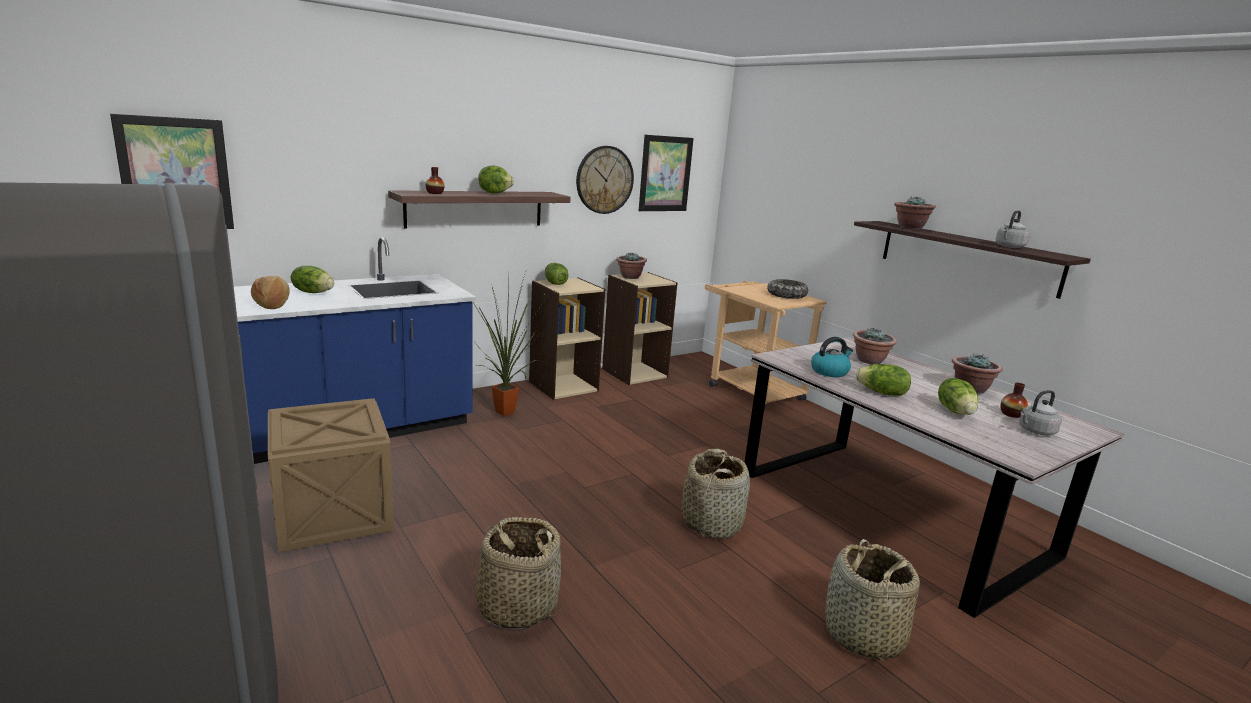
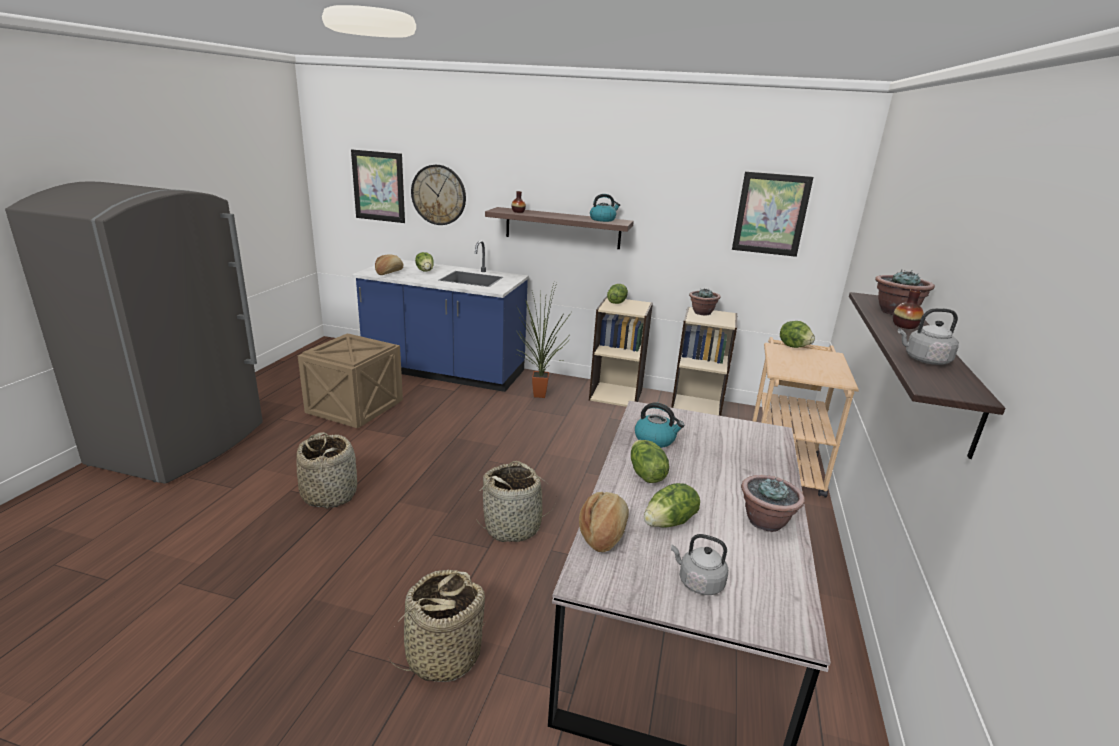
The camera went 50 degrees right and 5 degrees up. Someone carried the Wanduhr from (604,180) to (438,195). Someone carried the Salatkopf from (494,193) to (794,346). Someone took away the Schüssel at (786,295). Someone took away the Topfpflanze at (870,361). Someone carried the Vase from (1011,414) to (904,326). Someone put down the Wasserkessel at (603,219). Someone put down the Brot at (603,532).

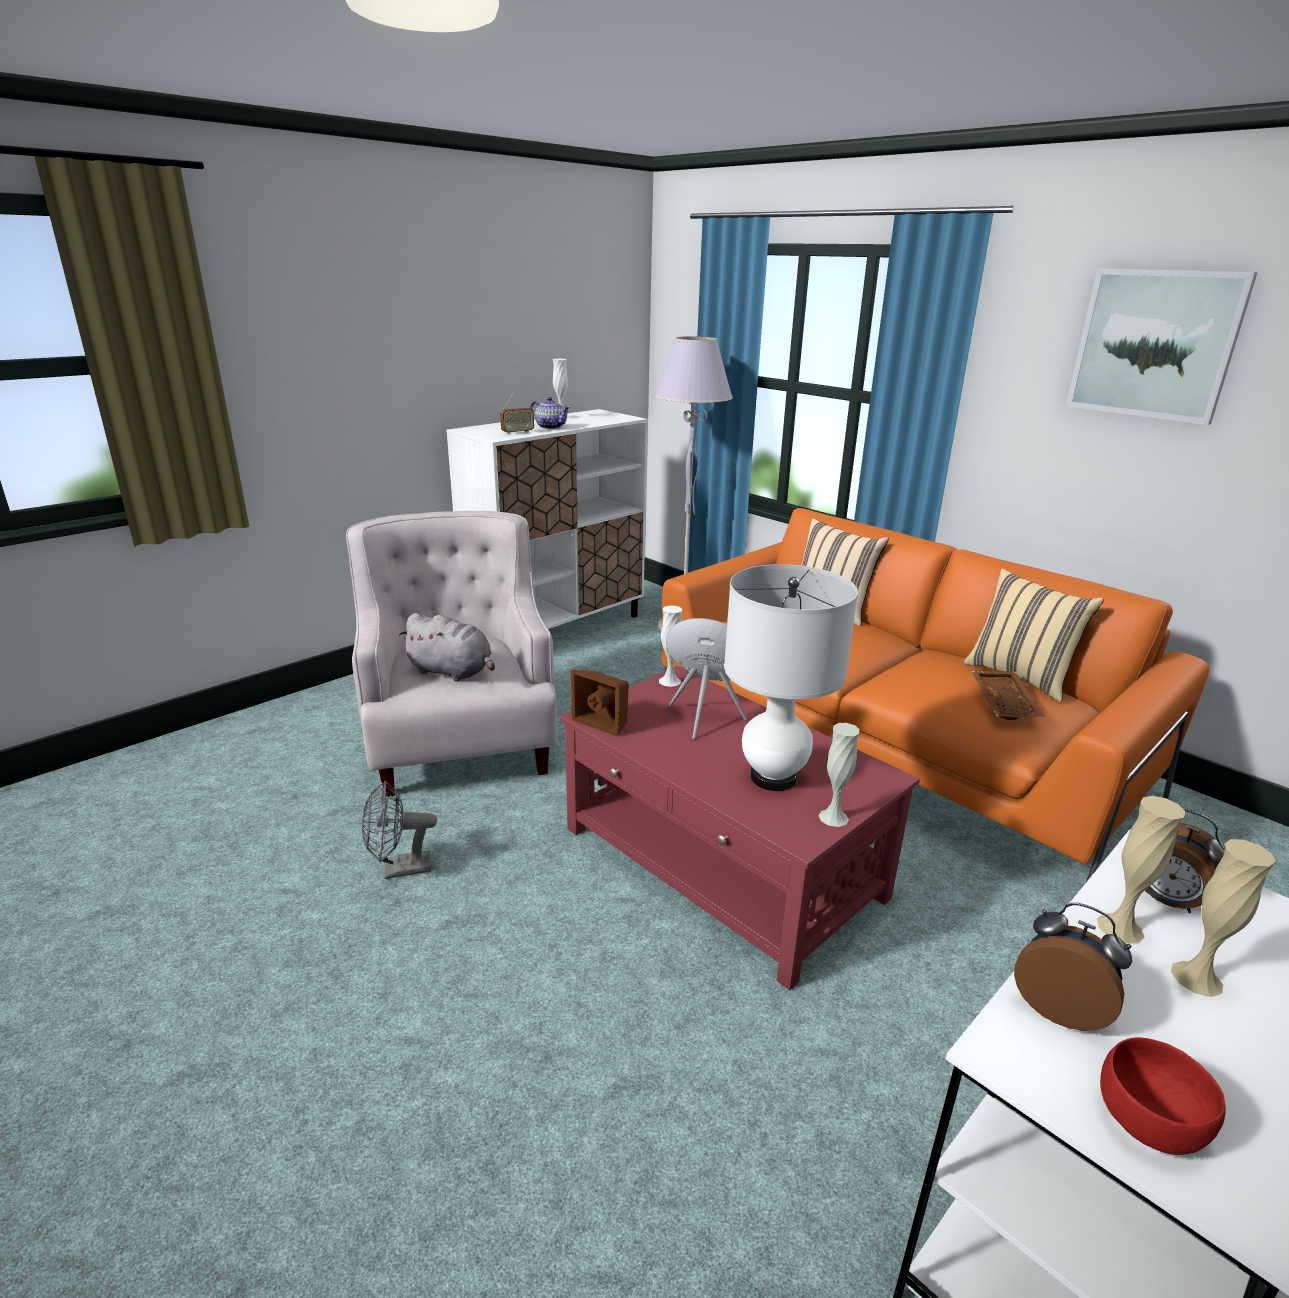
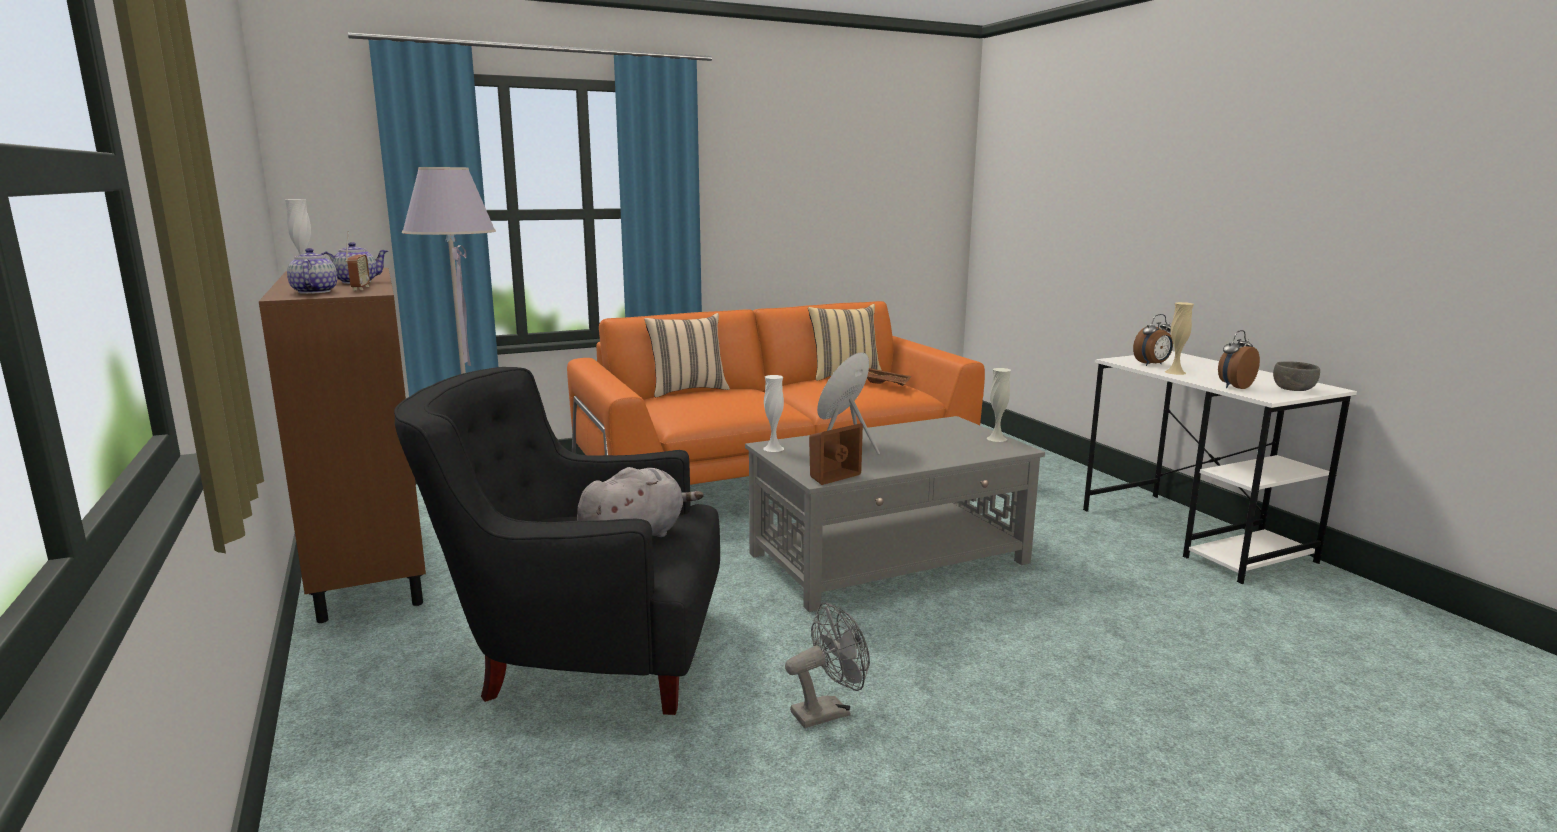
The camera went 70 degrees left and 10 degrees down. Someone took away the Bild at (1155,344). Someone repainted the Schrank (weiß) at (557,628), which became the Schrank (braun) at (371,562). Someone repainted the Sessel (weiß) at (460,737), which became the Sessel (schwarz) at (581,652). Someone took away the Tischlampe (weiß) at (772,778). Someone repainted the Couchtisch (rot) at (721,863), which became the Couchtisch (grau) at (890,558). Someone rotated the Ventilator (grau) at (399,869) by 120 degrees counterclockwise. Someone took away the Vase (beige) at (1196,978). Someone repainted the Schüssel (rot) at (1149,1122), which became the Schüssel (grau) at (1293,389). Someone put down the Teekanne at (314,292).

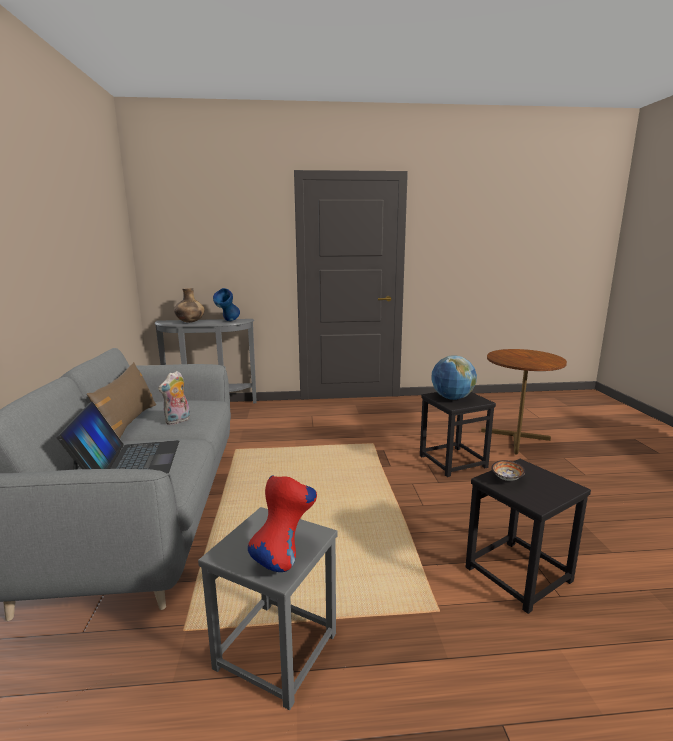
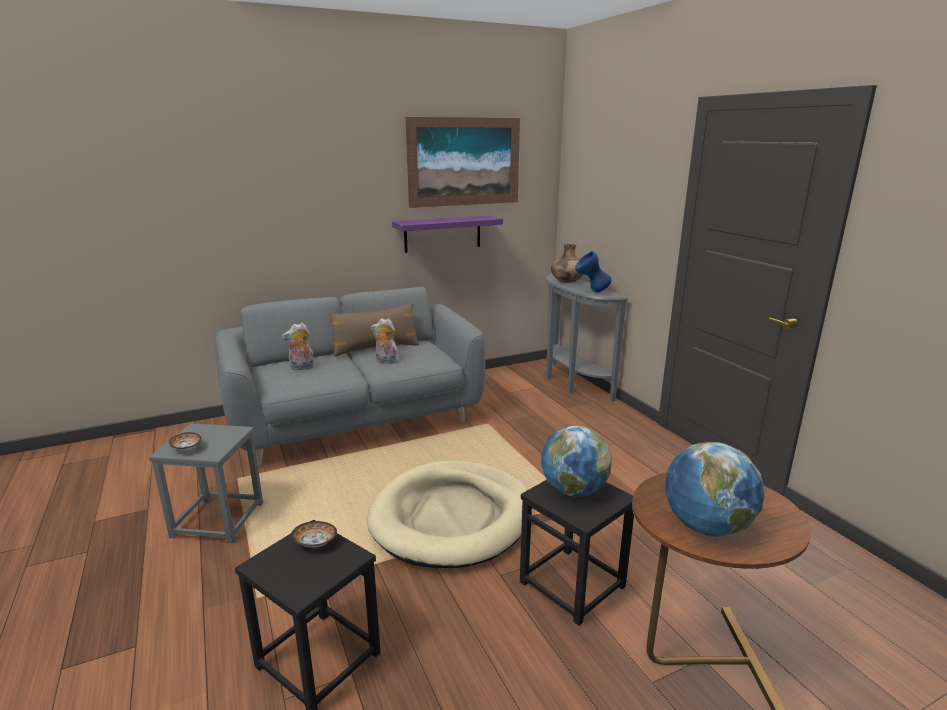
The camera went 70 degrees right and 5 degrees up. Someone swapped the Laptop at (129,463) for the Plüschtier at (301,368). Someone swapped the Vase (rot) at (284,557) for the Schüssel at (187,448). Someone put up the Bild at (464,162). Someone put up the Wandregal (lila) at (442,234). Someone put down the Globus at (706,527). Someone put down the Hundebett (beige) at (452,517).

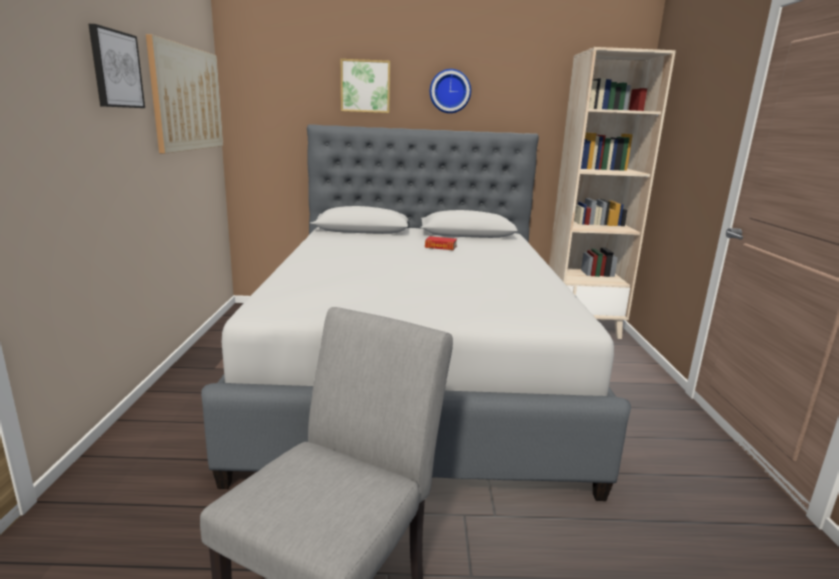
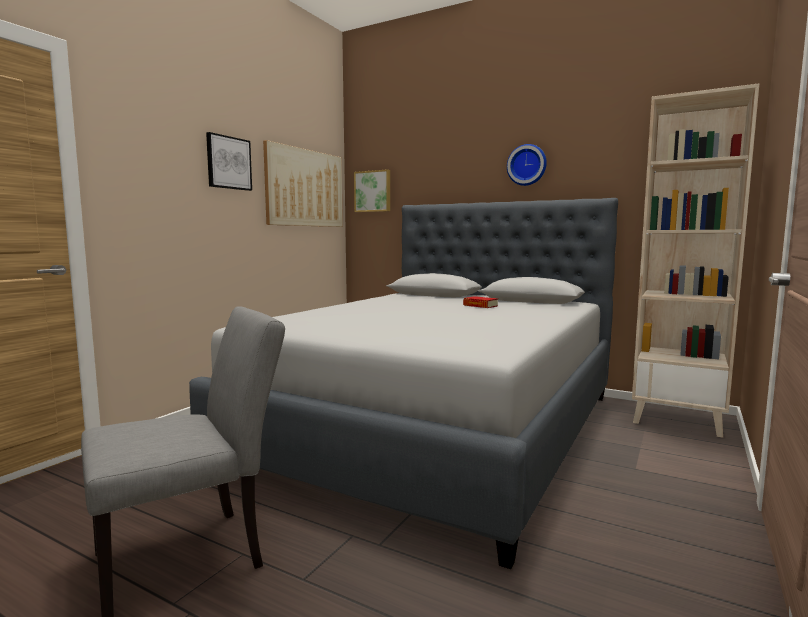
The camera went 30 degrees right and 10 degrees down. Someone carried the Bild from (365,86) to (373,191).

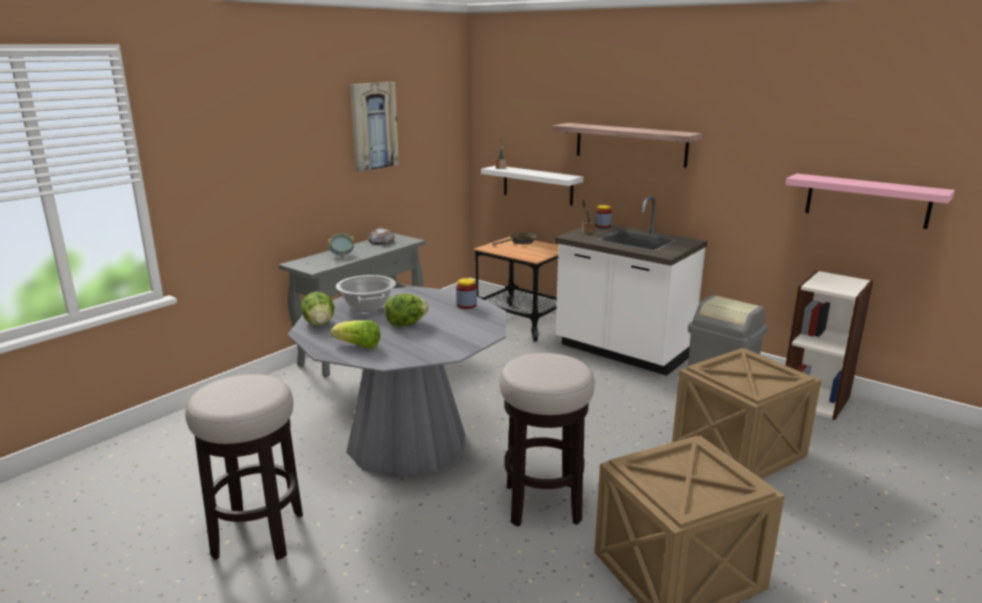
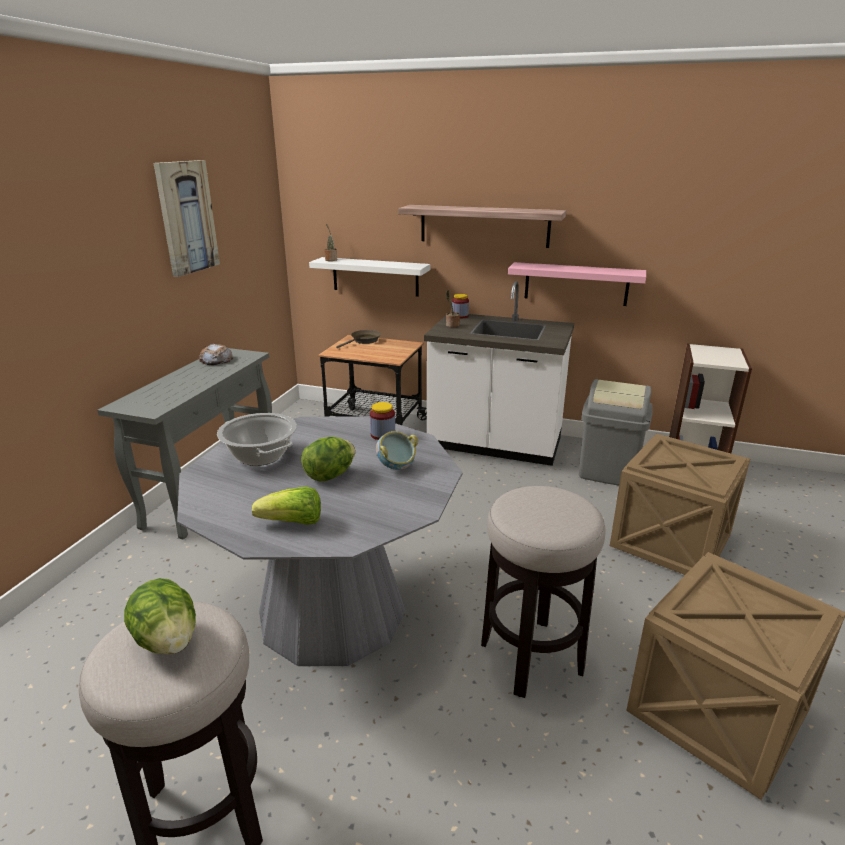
The camera went 20 degrees left and 5 degrees up. Someone carried the Wandregal (rosa) from (867,200) to (576,284). Someone carried the Schüssel from (342,255) to (396,467). Someone carried the Salatkopf from (319,324) to (168,640).

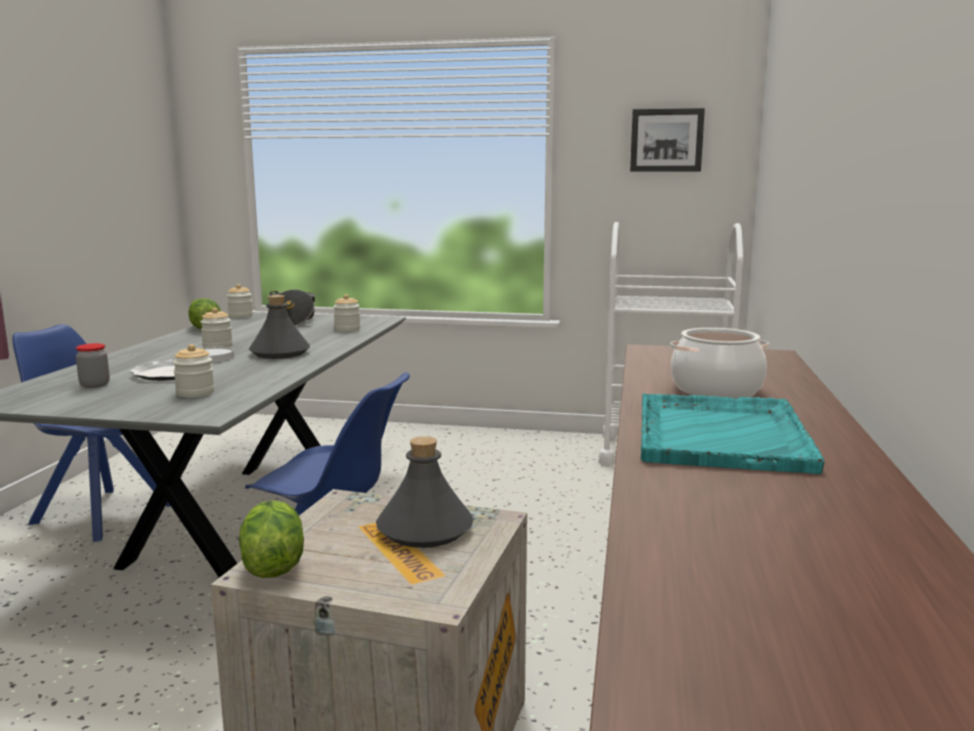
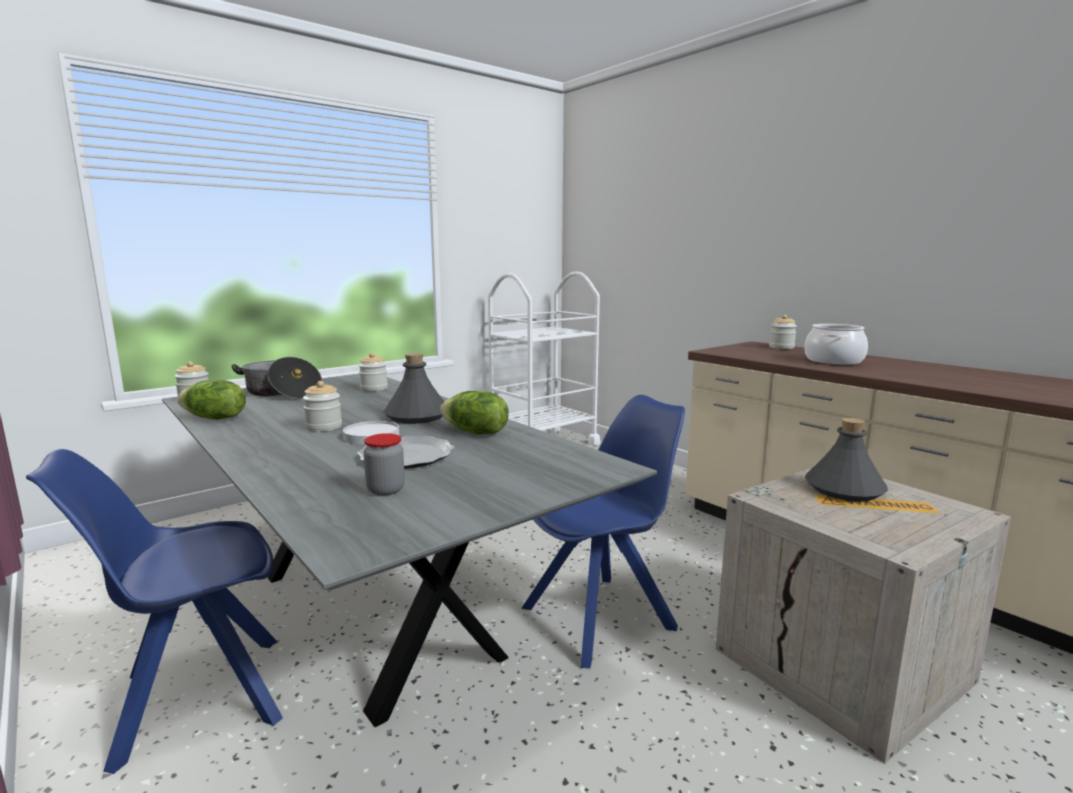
The camera went 50 degrees left and 0 degrees up. Someone took away the Bild at (666,140). Someone carried the Vorratsglas from (195,393) to (781,347). Someone took away the Tablett (türkis) at (720,435). Someone carried the Salatkopf from (272,565) to (475,432).

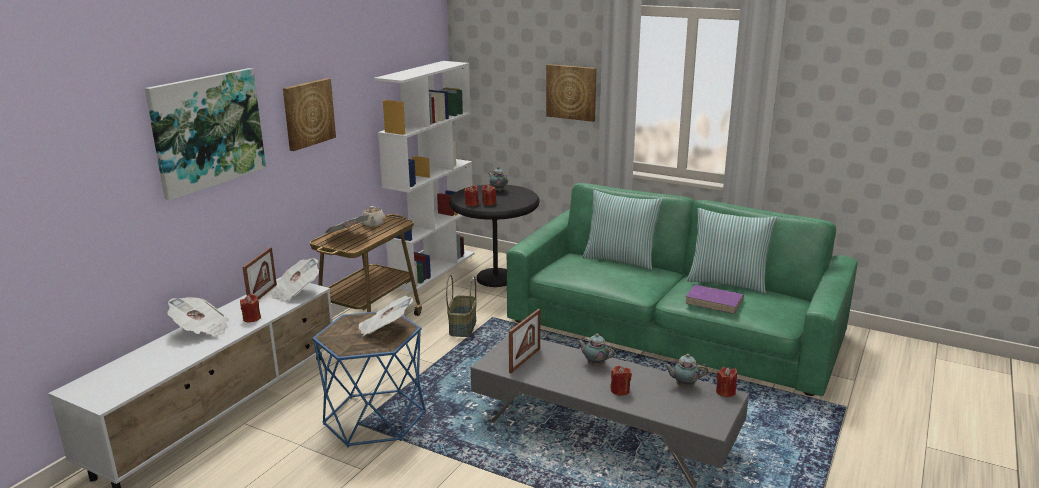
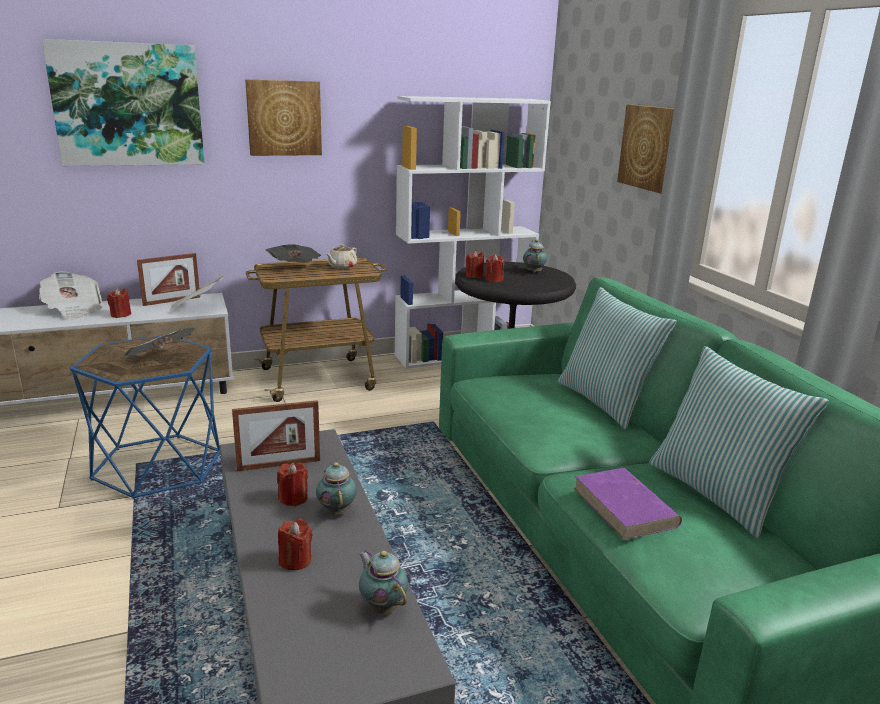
The camera went 40 degrees right and 0 degrees up. Someone took away the Korb at (462,327). Someone carried the Kerze (rot) from (725,392) to (293,498).

